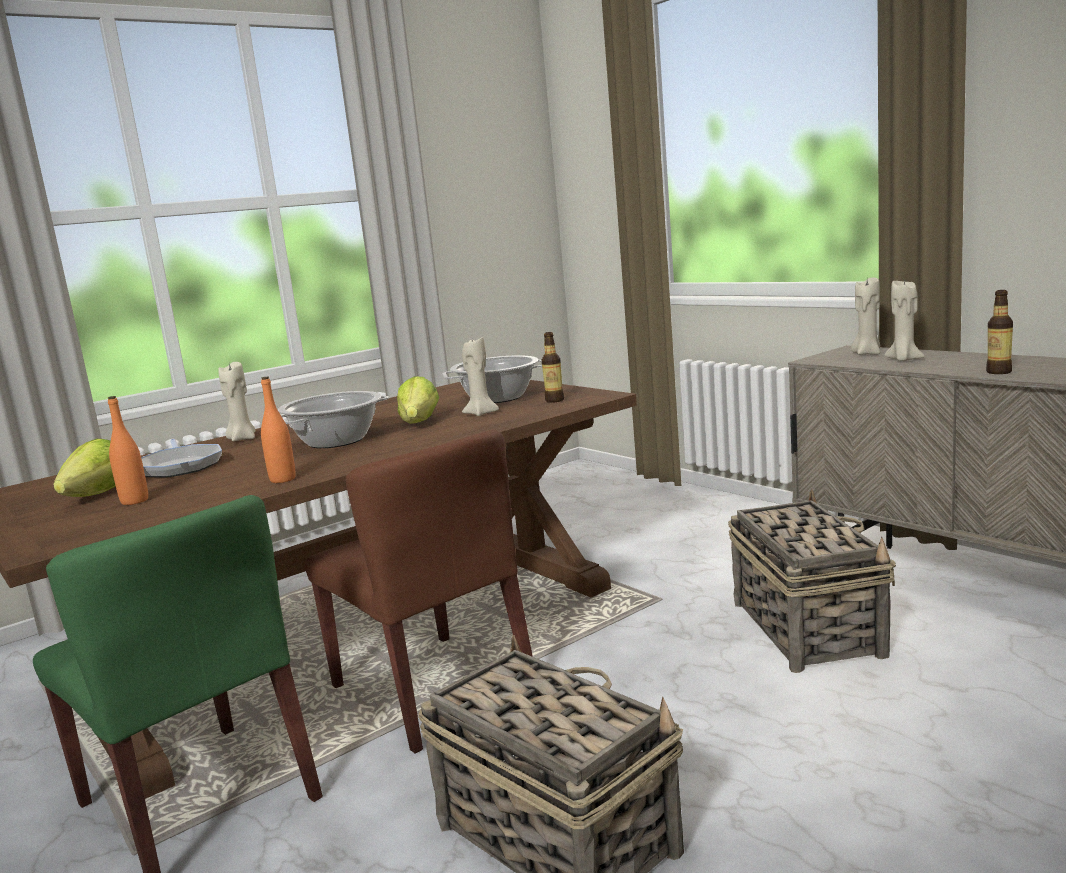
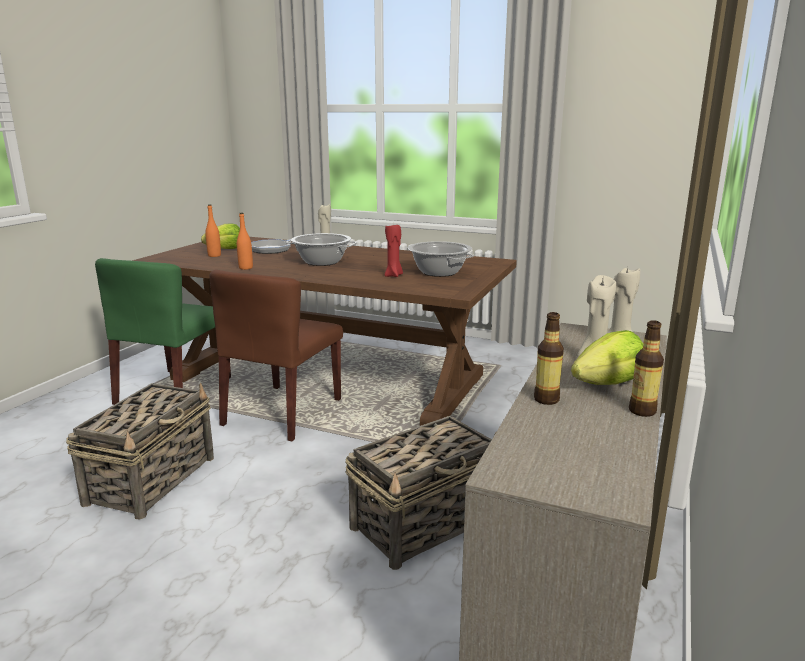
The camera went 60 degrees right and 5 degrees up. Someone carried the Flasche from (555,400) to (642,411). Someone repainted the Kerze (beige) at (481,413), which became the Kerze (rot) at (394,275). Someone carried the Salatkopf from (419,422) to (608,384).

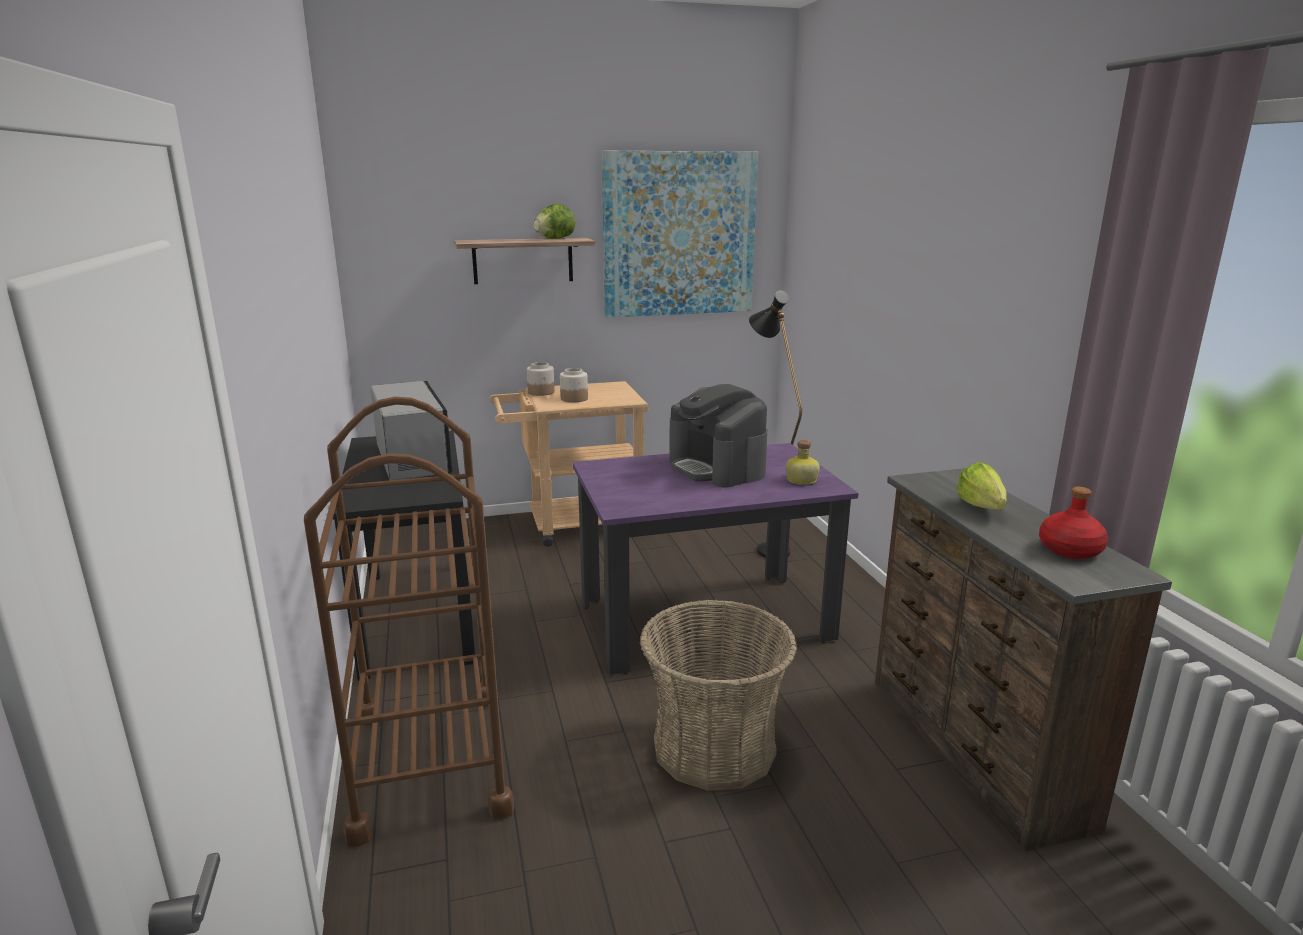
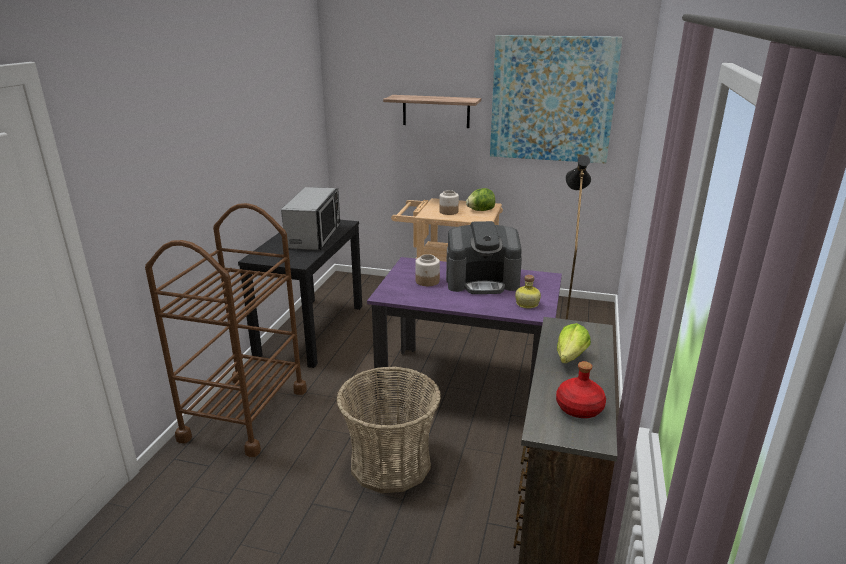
The camera went 30 degrees right and 5 degrees up. Someone carried the Salatkopf from (554,239) to (480,210). Someone carried the Vorratsglas from (541,392) to (427,281). Someone rotated the Kaffeemaschine at (717,468) by 90 degrees counterclockwise.

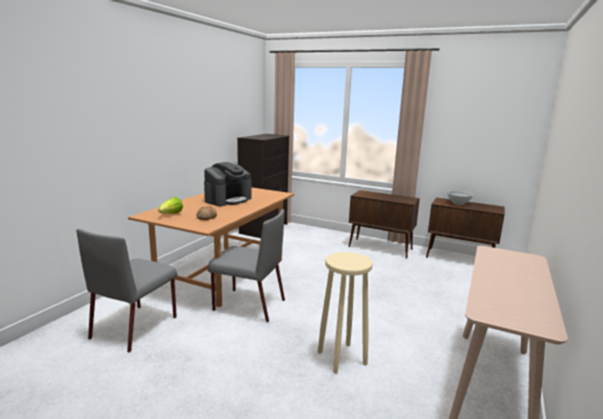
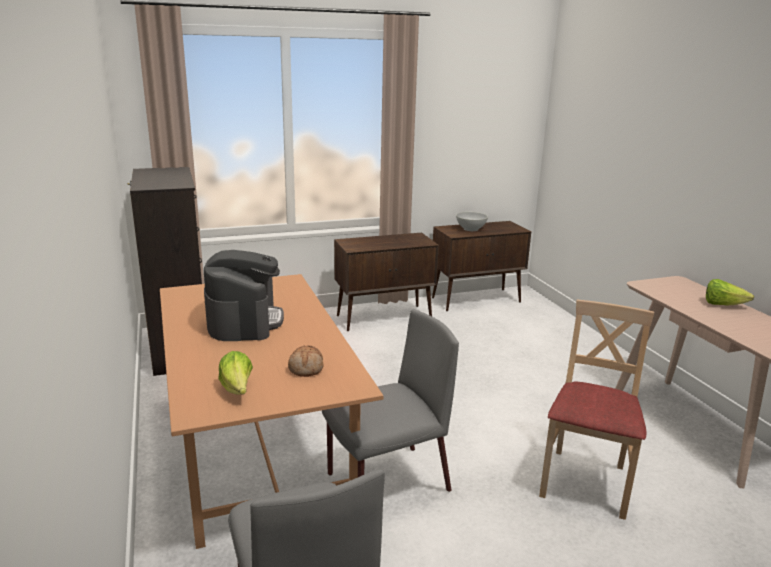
The camera went 45 degrees left and 5 degrees up. Someone swapped the Hocker (beige) at (342,358) for the Stuhl (beige) at (585,482). Someone put down the Salatkopf at (722,305).

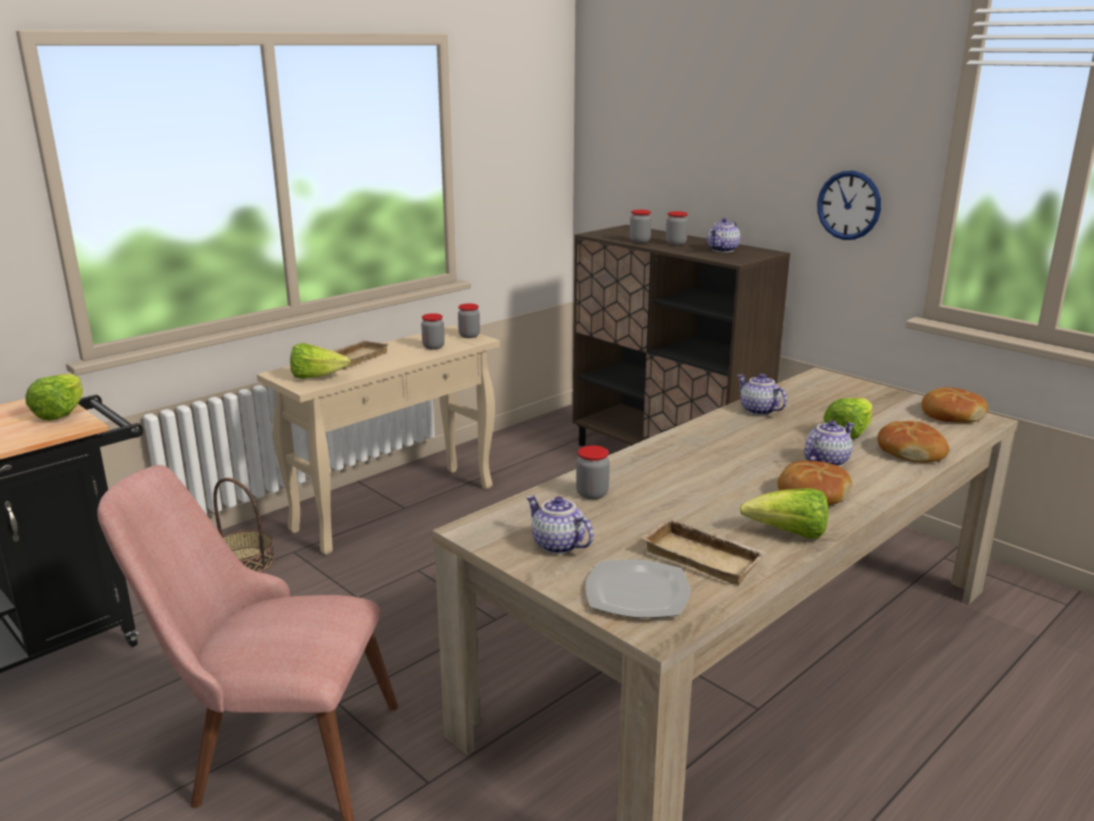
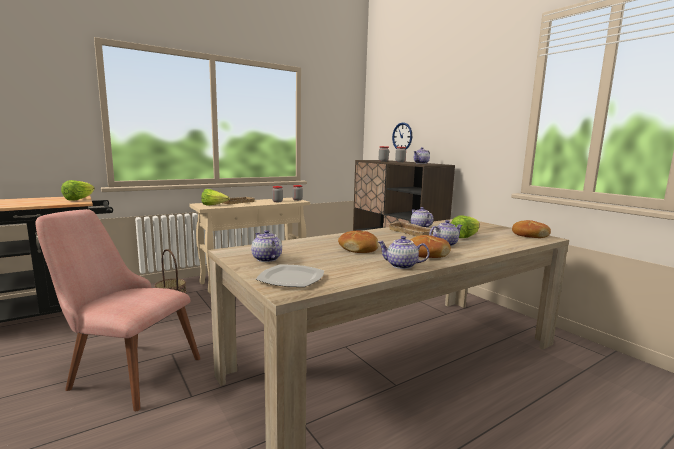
The camera went 10 degrees right and 10 degrees down. Someone carried the Wanduhr from (849,205) to (402,136). Someone carried the Brot from (910,452) to (358,248). Someone took away the Vorratsglas at (592,494). Someone swapped the Salatkopf at (788,534) for the Teekanne at (401,266). Someone carried the Tablett (beige) from (705,557) to (412,232).

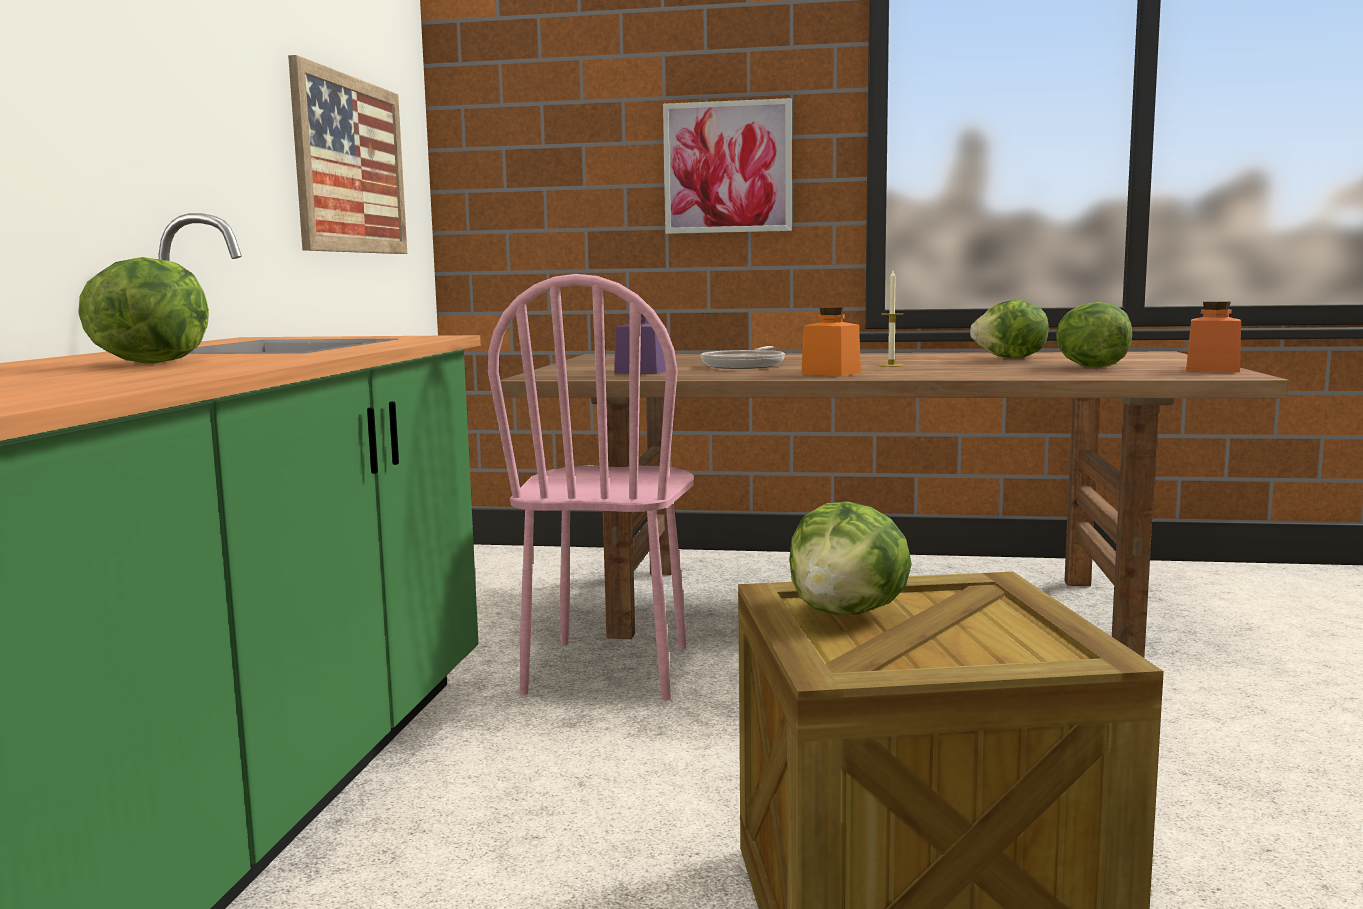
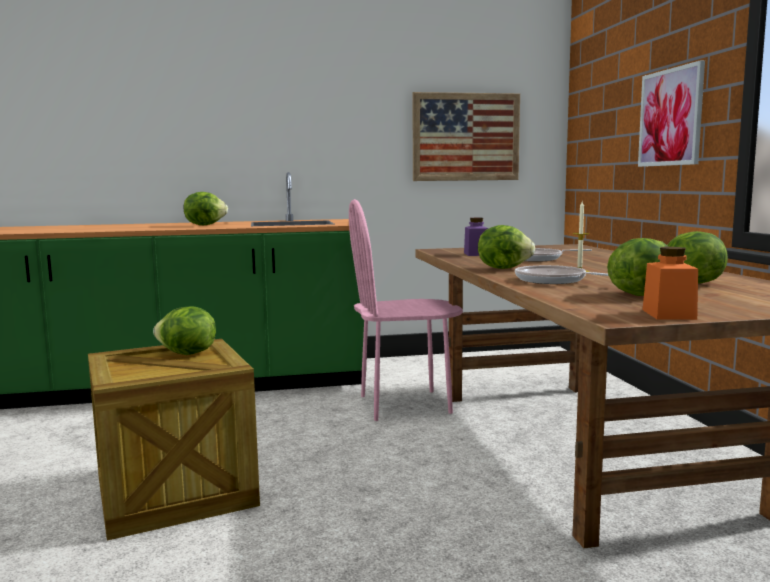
The camera went 70 degrees right and 0 degrees up. Someone swapped the Vorratsglas (orange) at (831,373) for the Salatkopf at (504,268). Someone put down the Pfanne at (554,281).

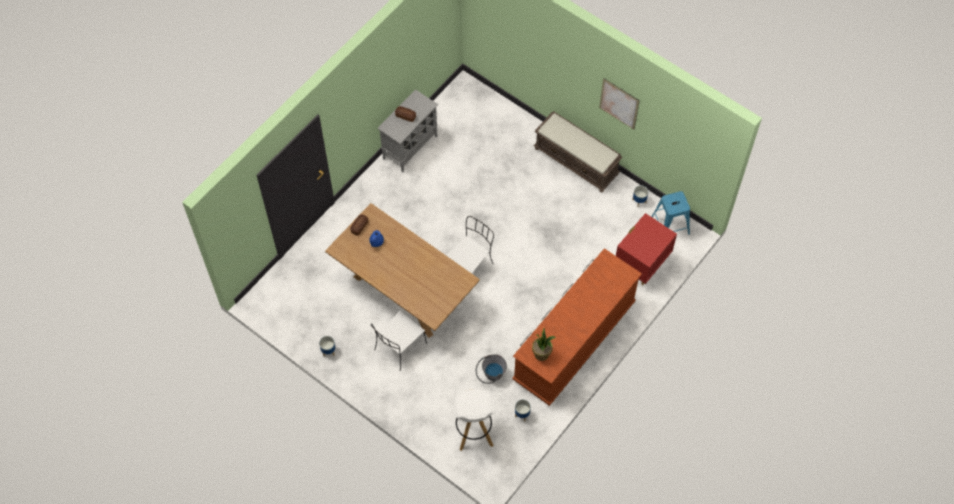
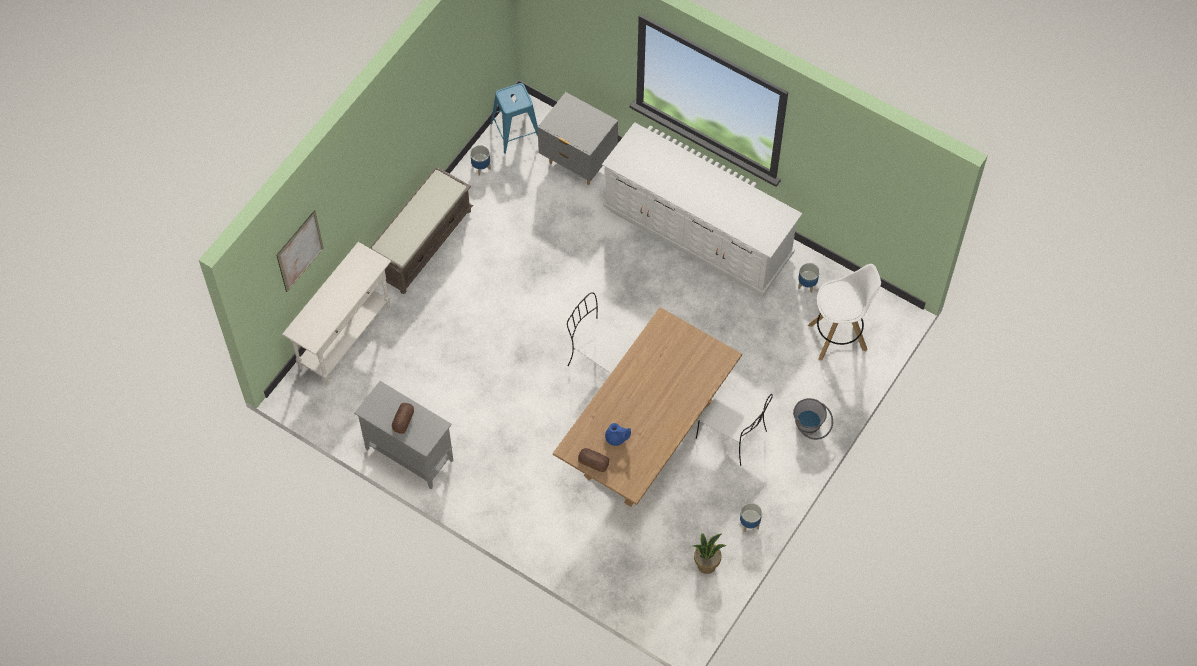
The camera went 95 degrees left and 0 degrees up. Someone carried the Bild from (619,104) to (300,251). Someone repainted the Nachttisch (rot) at (641,265), which became the Nachttisch (grau) at (578,162). Someone repainted the Kommode (braun) at (574,341), which became the Kommode (weiß) at (697,233). Someone carried the Topfpflanze from (542,354) to (706,564). Someone carried the Eimer (grau) from (490,375) to (810,428). Someone put down the Konsolentisch (weiß) at (345,337).

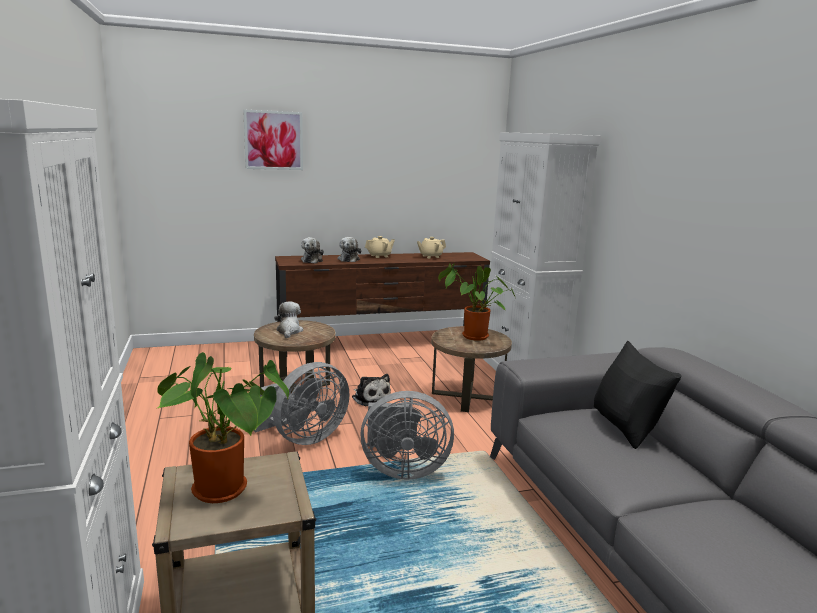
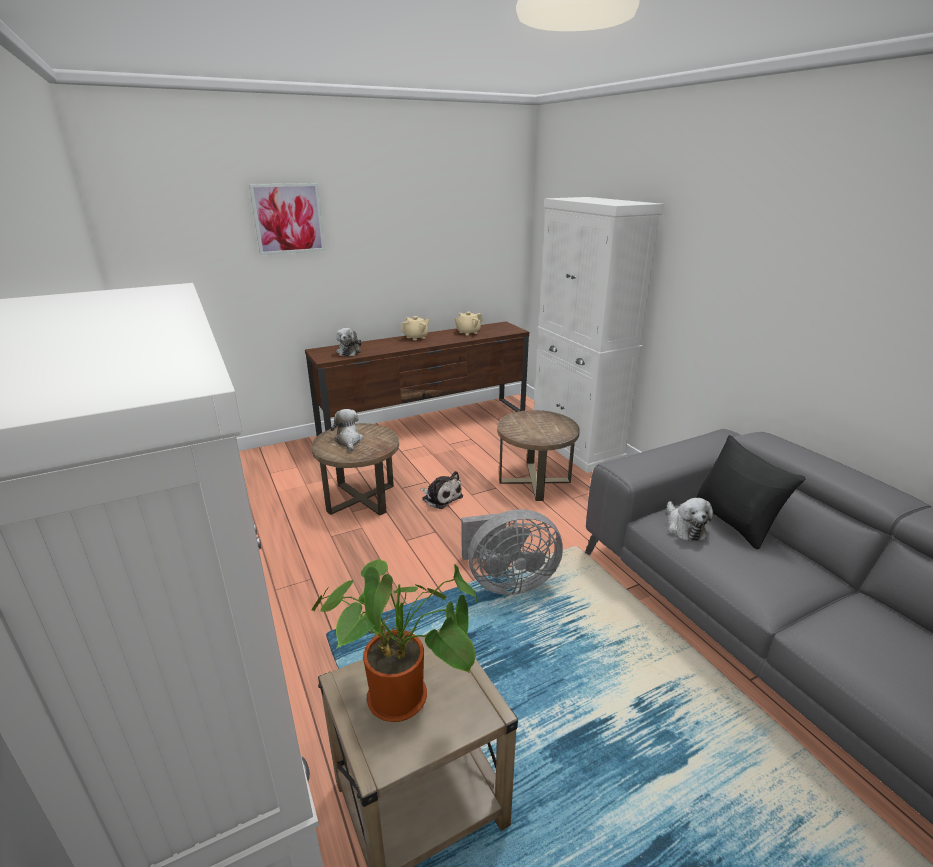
The camera went 10 degrees left and 10 degrees up. Someone carried the Plüschtier from (349,259) to (684,527). Someone took away the Topfpflanze at (472,337). Someone took away the Ventilator (grau) at (303,438).

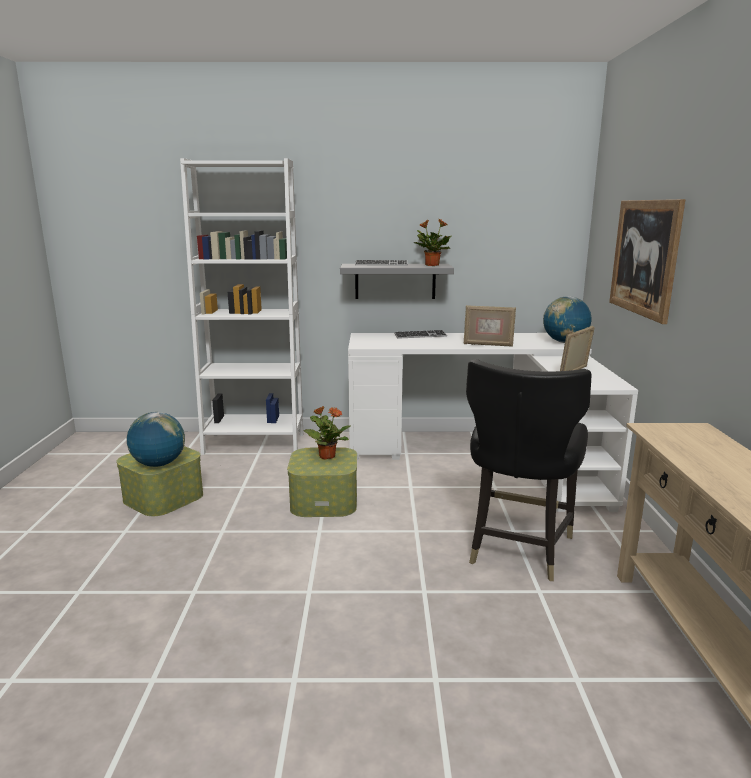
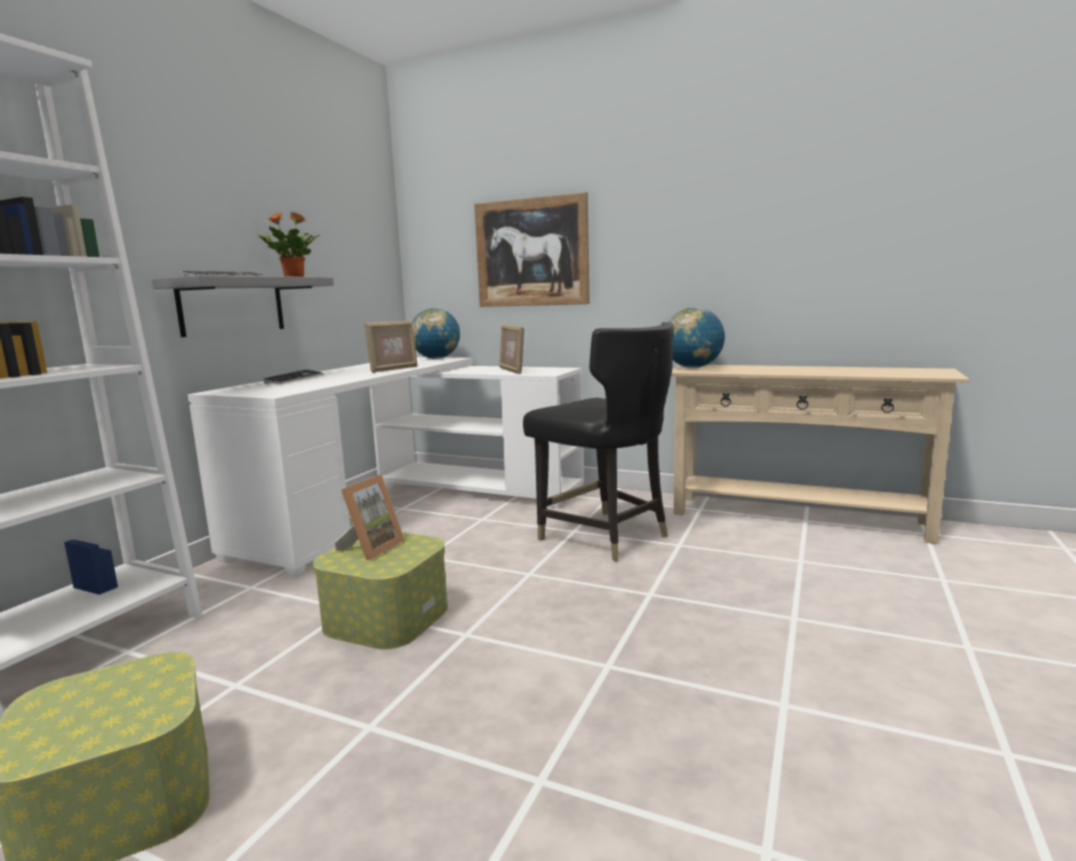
The camera went 65 degrees left and 5 degrees down. Someone swapped the Topfpflanze at (326,456) for the Bilderrahmen at (371,548). Someone carried the Globus from (159,464) to (693,368).

